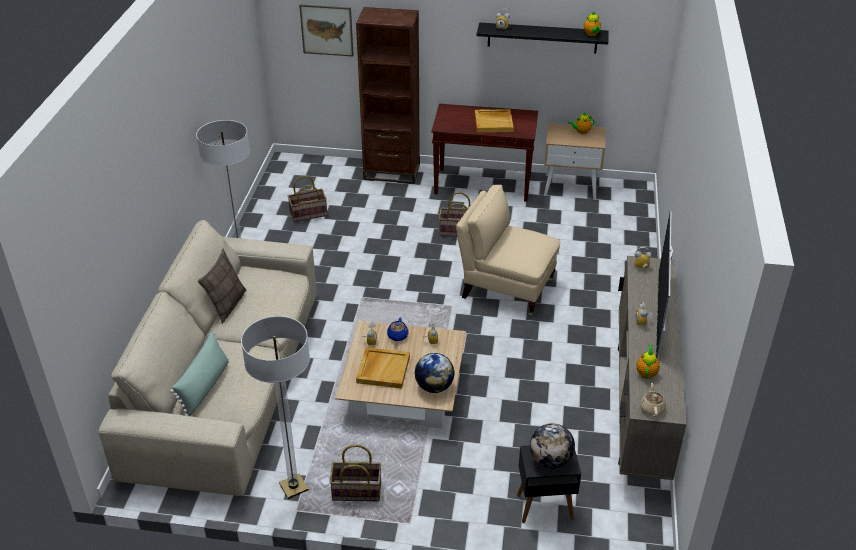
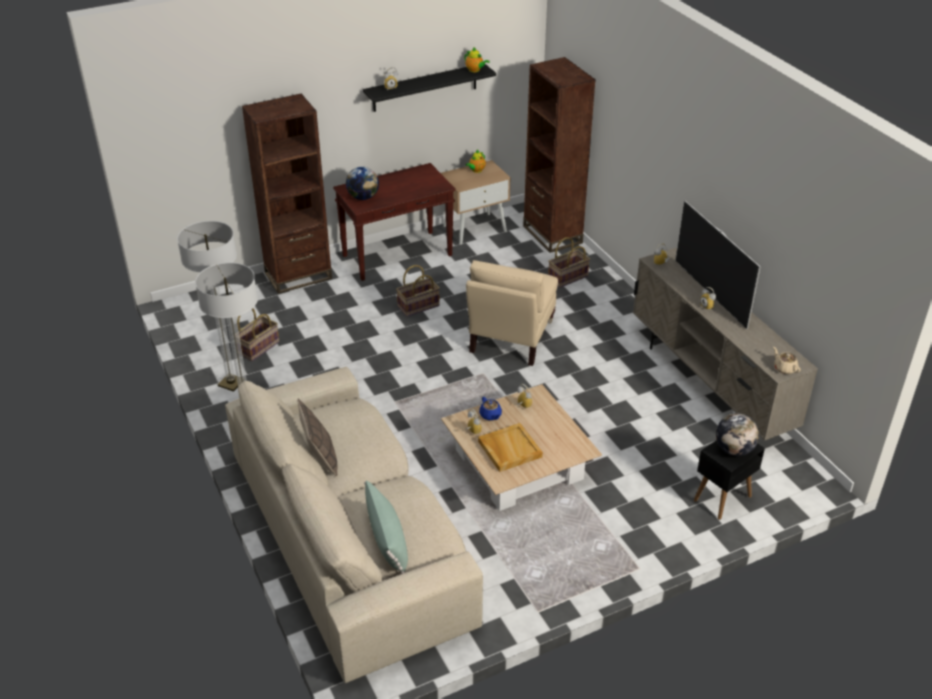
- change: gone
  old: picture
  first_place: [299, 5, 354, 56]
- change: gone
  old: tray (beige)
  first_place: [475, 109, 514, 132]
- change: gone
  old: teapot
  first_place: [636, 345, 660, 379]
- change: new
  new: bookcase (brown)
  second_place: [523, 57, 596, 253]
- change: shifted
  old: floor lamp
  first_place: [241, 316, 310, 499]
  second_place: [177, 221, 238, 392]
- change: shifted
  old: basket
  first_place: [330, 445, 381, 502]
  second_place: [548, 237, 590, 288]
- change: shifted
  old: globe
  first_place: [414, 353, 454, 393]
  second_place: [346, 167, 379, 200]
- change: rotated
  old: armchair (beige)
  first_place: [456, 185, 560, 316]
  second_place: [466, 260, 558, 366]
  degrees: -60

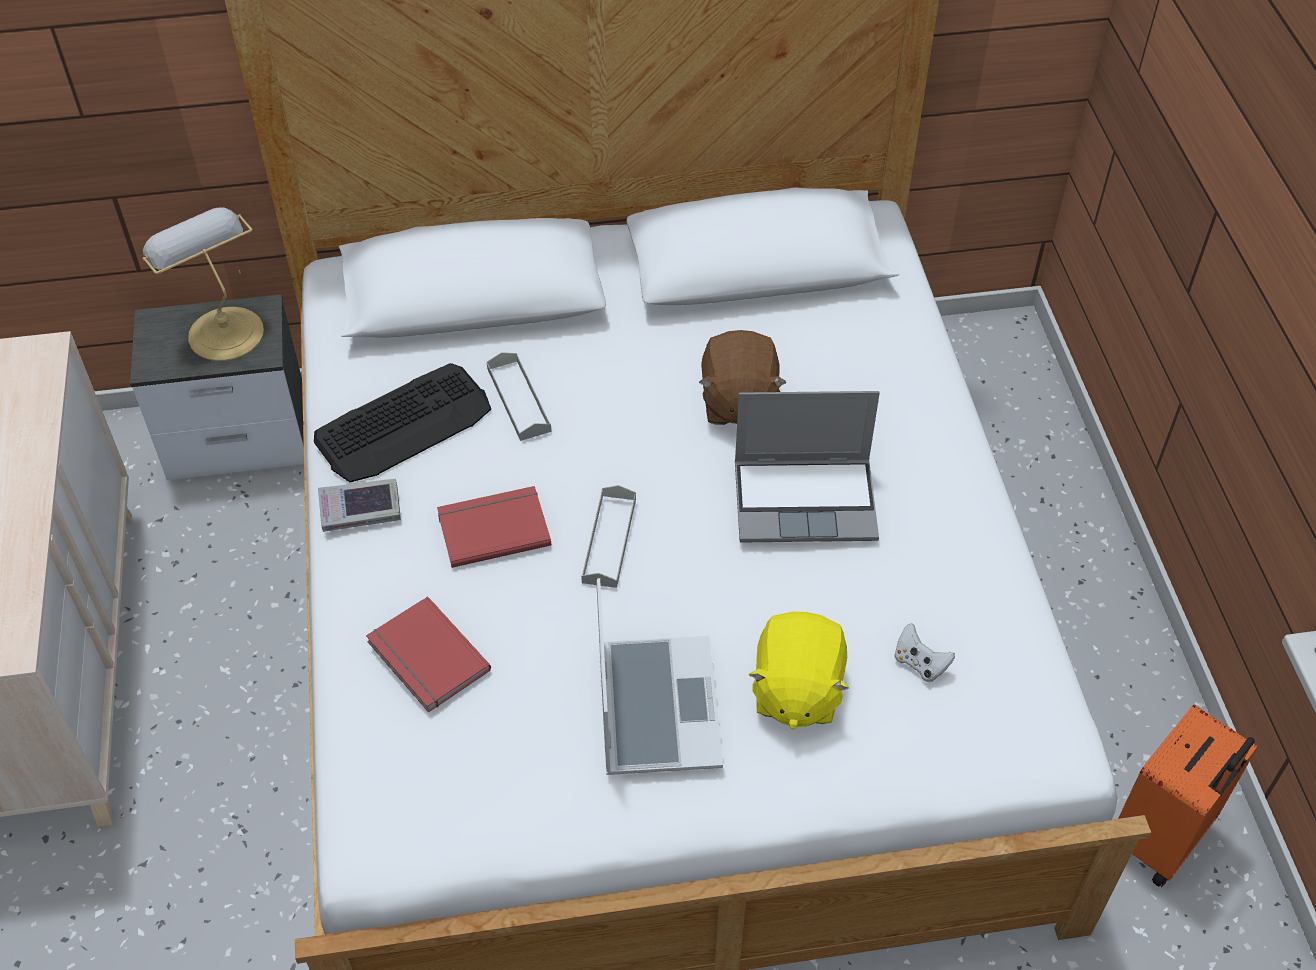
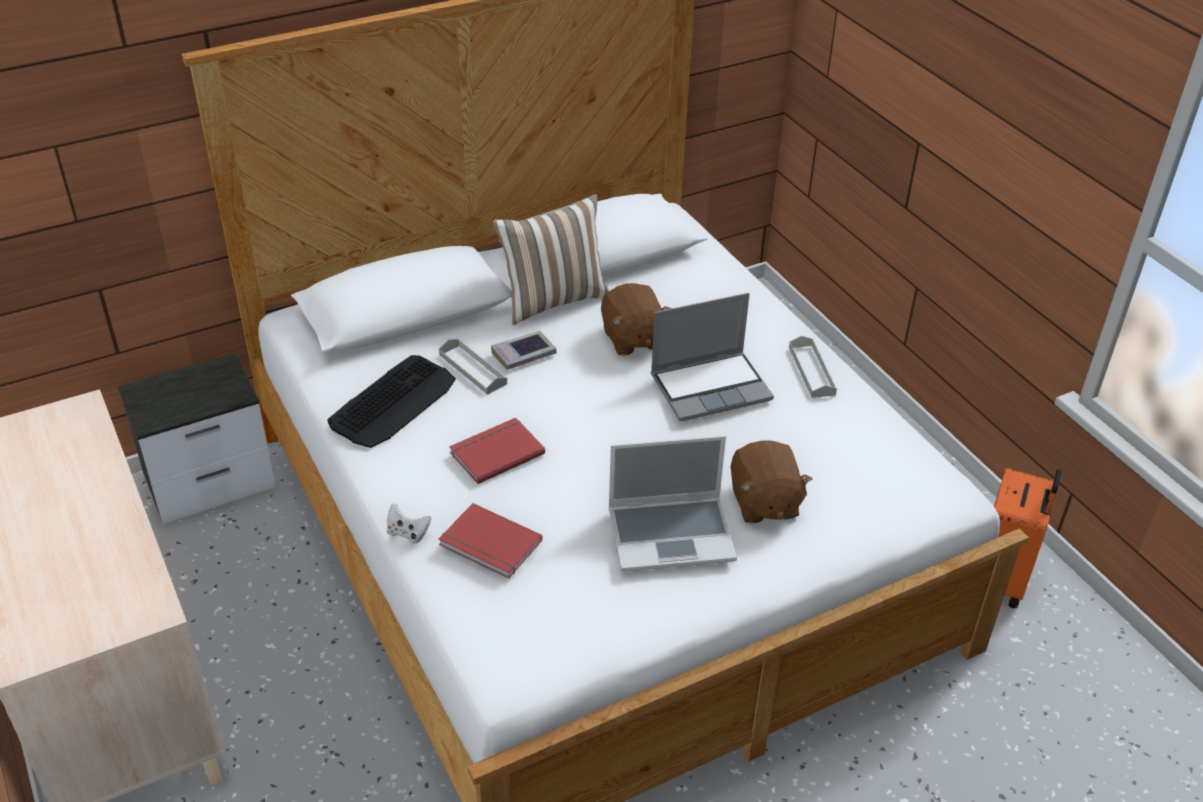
- change: gone
  old: table lamp
  first_place: [143, 208, 264, 361]
- change: new
  new: pillow
  second_place: [493, 194, 609, 325]
- change: shifted
  old: book
  first_place: [318, 479, 401, 532]
  second_place: [491, 331, 557, 370]
- change: shifted
  old: tray (grey)
  first_place: [581, 485, 636, 588]
  second_place: [789, 336, 837, 398]
- change: shifted
  old: game controller (white)
  first_place: [895, 623, 955, 682]
  second_place: [387, 504, 431, 544]
- change: repainted
  old: plush toy (yellow)
  new: plush toy (brown)
  first_place: [748, 611, 849, 729]
  second_place: [731, 440, 812, 524]
- change: rotated
  old: laptop
  first_place: [596, 578, 723, 775]
  second_place: [609, 436, 737, 572]
  degrees: 105

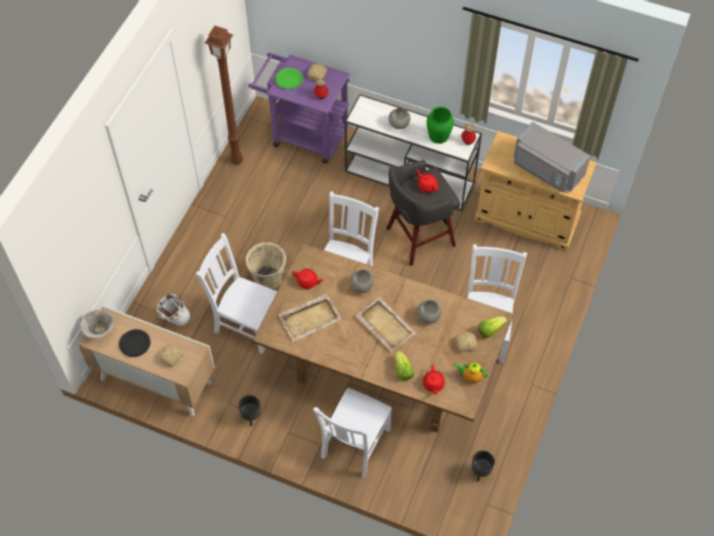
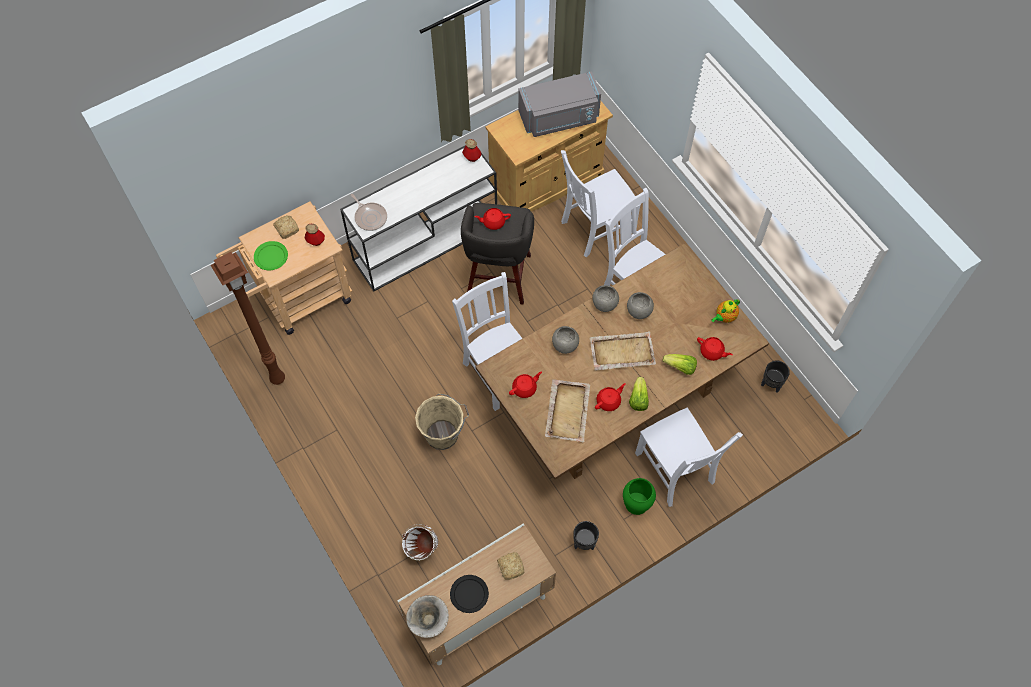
- change: gone
  old: bread
  first_place: [455, 332, 477, 352]
- change: new
  new: frying pan
  second_place: [351, 194, 387, 231]
- change: new
  new: teapot (red)
  second_place: [595, 383, 626, 411]
- change: shifted
  old: chair (white)
  first_place: [196, 233, 277, 354]
  second_place: [561, 150, 641, 257]
- change: shifted
  old: bowl (grey)
  first_place: [389, 108, 410, 129]
  second_place: [592, 285, 619, 312]
- change: shifted
  old: vase (green)
  first_place: [427, 107, 454, 144]
  second_place: [623, 478, 656, 515]
- change: shifted
  old: lettuce
  first_place: [478, 317, 507, 338]
  second_place: [629, 377, 649, 411]
- change: repainted
  old: cart (purple)
  new: cart (beige)
  first_place: [248, 52, 350, 164]
  second_place: [216, 201, 352, 335]

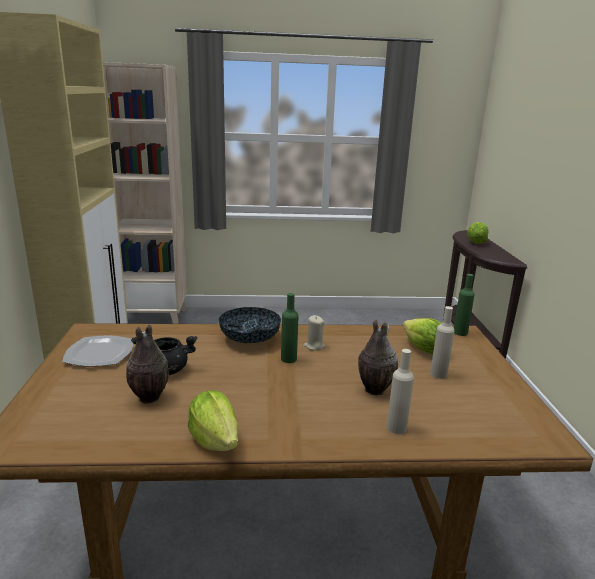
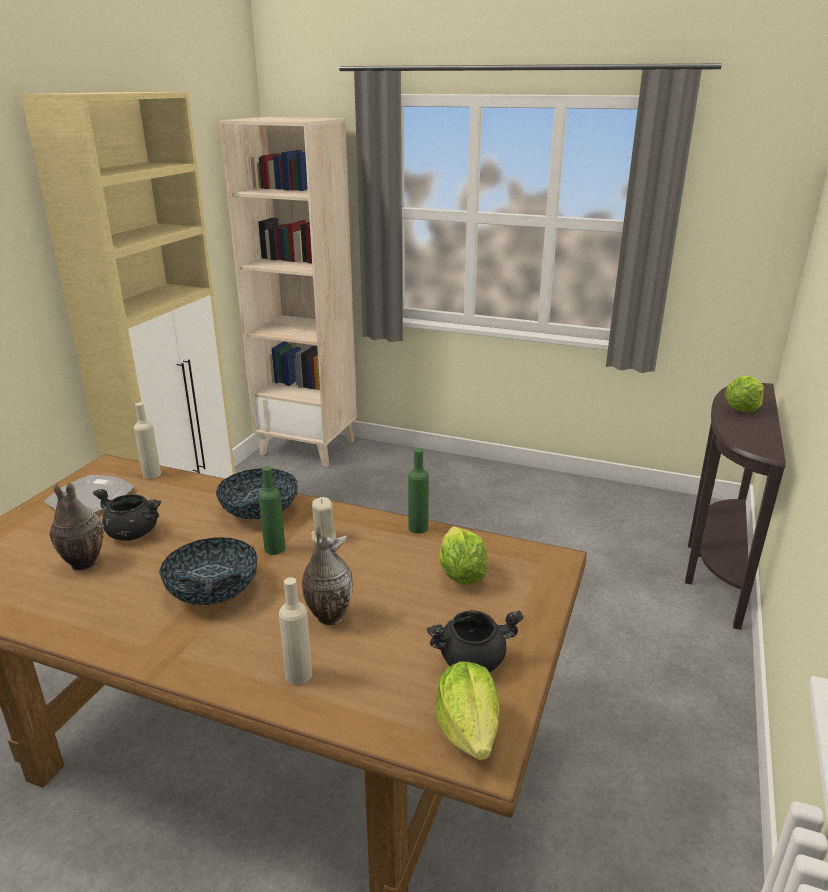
- change: new
  new: bowl
  second_place: [159, 538, 258, 605]
- change: new
  new: cooking pot (black)
  second_place: [427, 610, 524, 672]
- change: shifted
  old: lettuce
  first_place: [188, 390, 238, 451]
  second_place: [435, 661, 500, 760]
- change: shifted
  old: bottle (beige)
  first_place: [430, 306, 455, 379]
  second_place: [134, 402, 161, 479]
- change: shifted
  old: bottle (green)
  first_place: [454, 274, 475, 336]
  second_place: [408, 448, 429, 533]

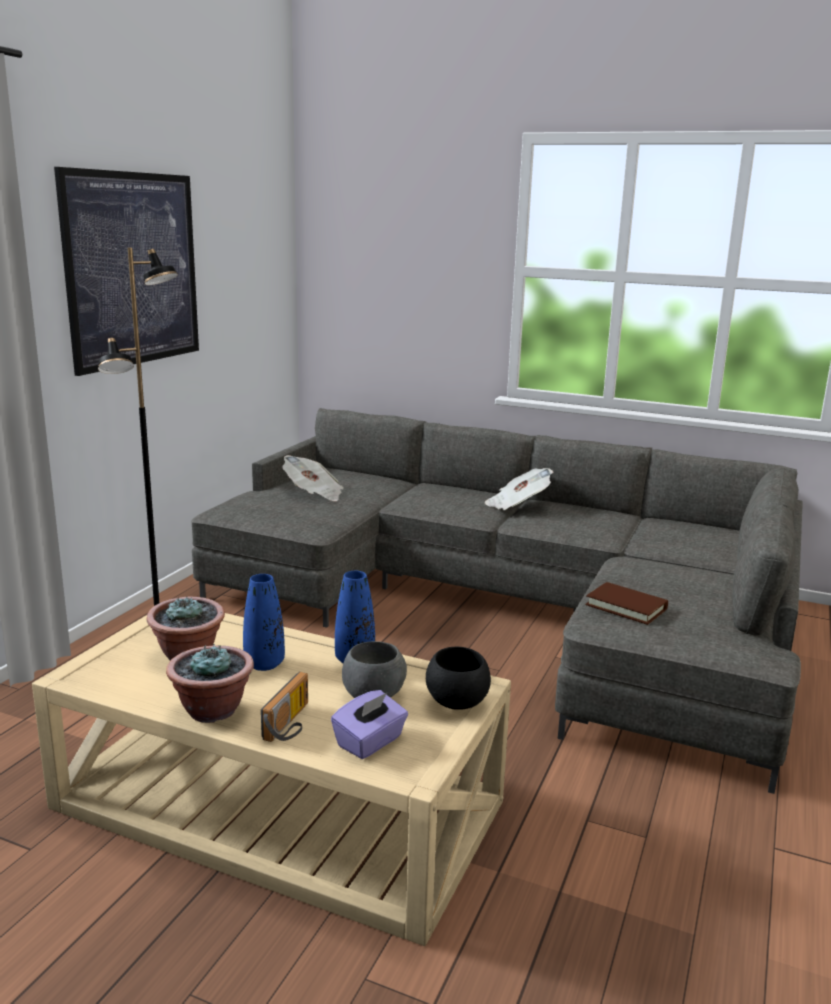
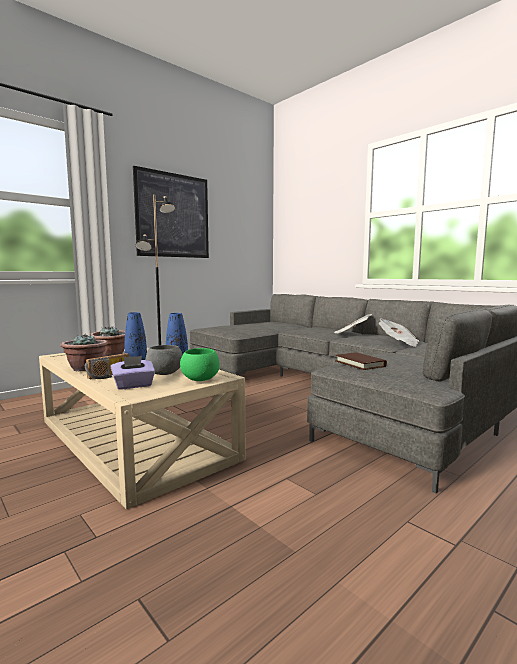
- change: shifted
  old: newspaper
  first_place: [282, 455, 344, 501]
  second_place: [379, 319, 419, 347]
- change: repainted
  old: bowl (black)
  new: bowl (green)
  first_place: [426, 647, 491, 710]
  second_place: [180, 348, 220, 381]

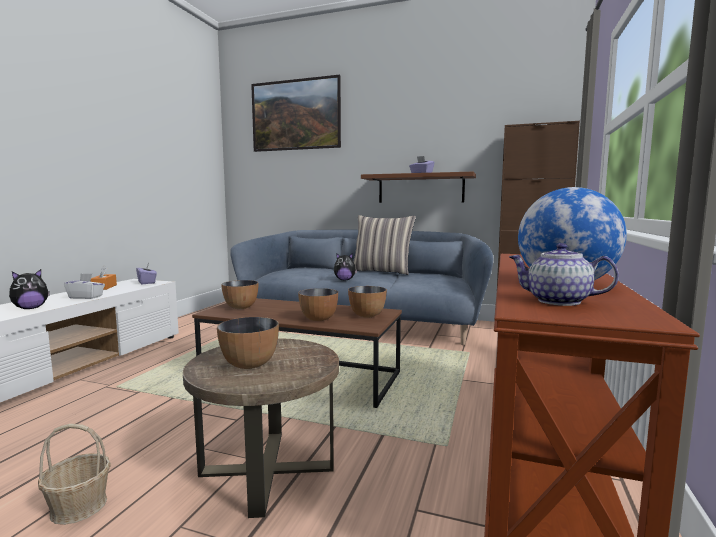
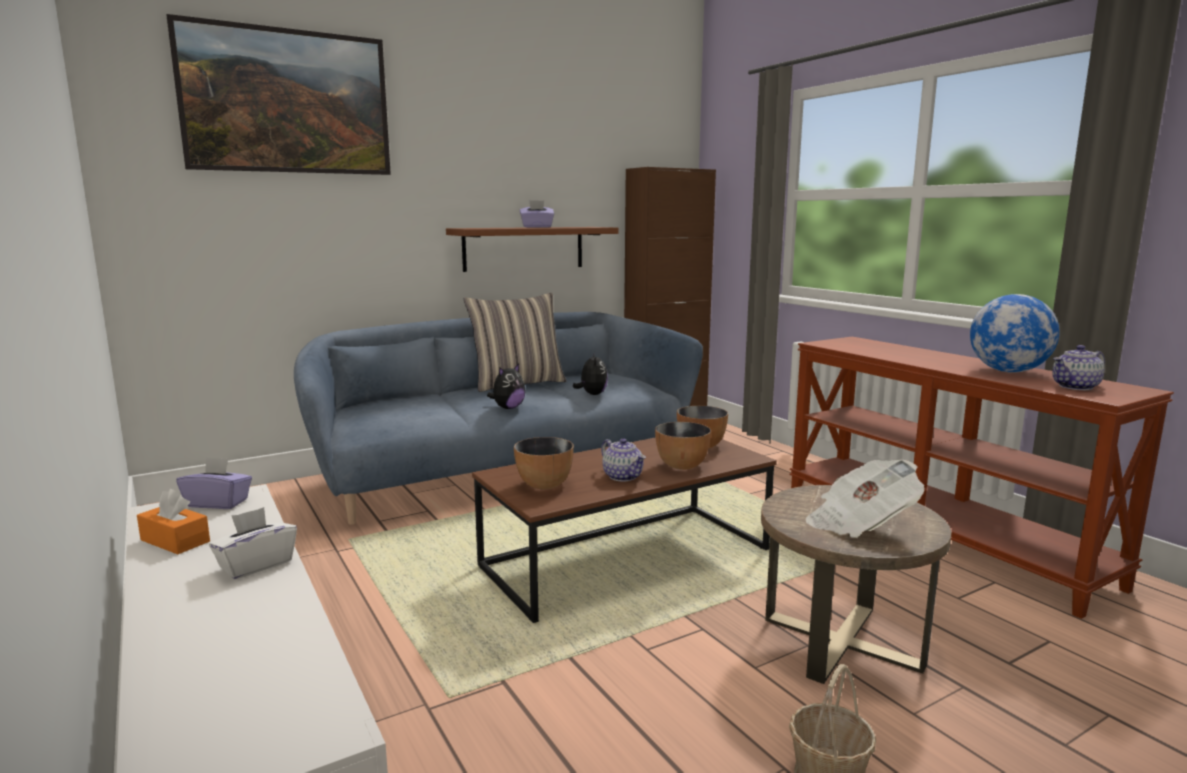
- change: new
  new: teapot
  second_place: [601, 438, 646, 482]
- change: shifted
  old: plush toy
  first_place: [9, 269, 50, 309]
  second_place: [573, 352, 608, 395]
- change: swapped
  old: bowl
  new: newspaper
  first_place: [217, 317, 279, 369]
  second_place: [805, 459, 924, 538]

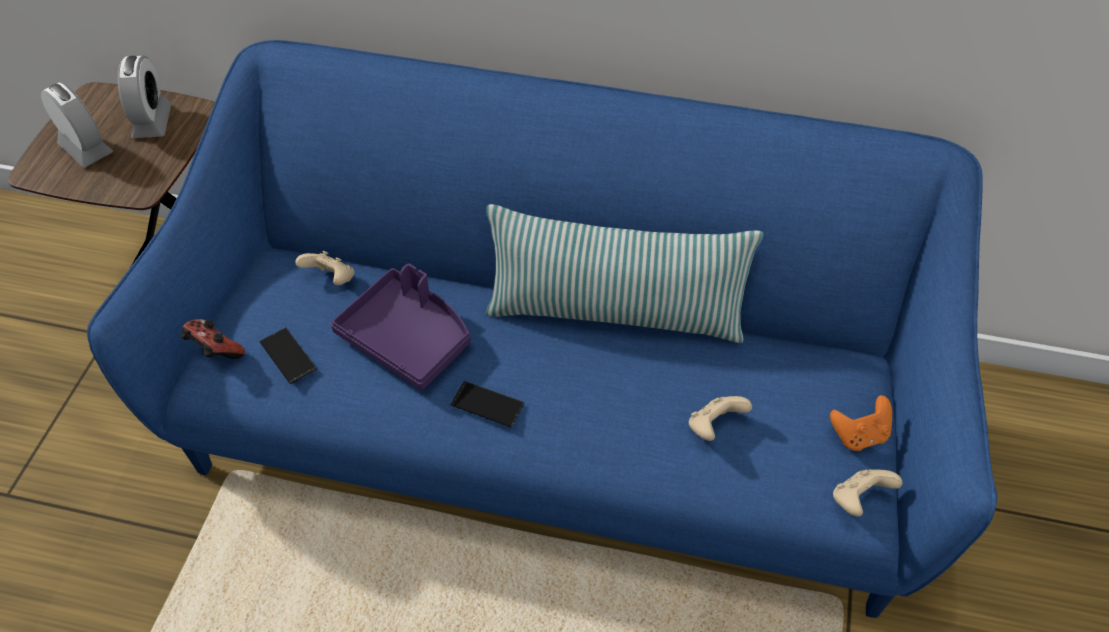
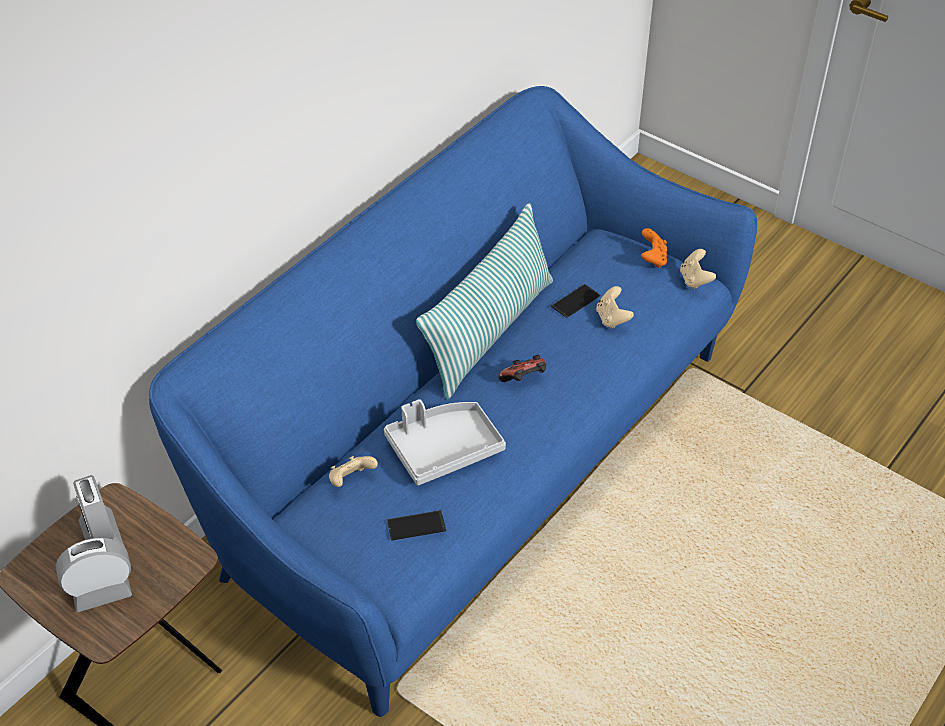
- change: shifted
  old: game controller
  first_place: [181, 319, 245, 359]
  second_place: [498, 355, 546, 382]
- change: shifted
  old: phone
  first_place: [450, 381, 525, 428]
  second_place: [551, 284, 601, 318]
- change: repainted
  old: tray (purple)
  new: tray (grey)
  first_place: [331, 264, 471, 390]
  second_place: [384, 399, 506, 485]
- change: rotated
  old: alarm clock
  first_place: [118, 56, 172, 138]
  second_place: [73, 475, 124, 545]
  degrees: -135

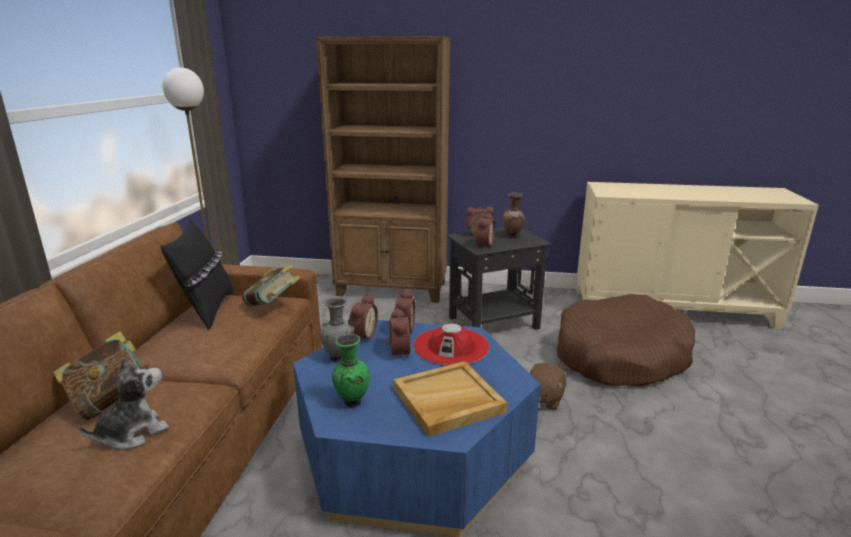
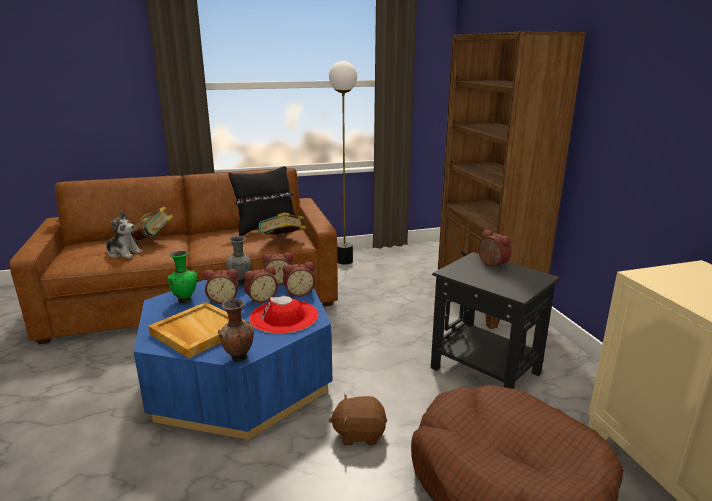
- change: shifted
  old: alarm clock
  first_place: [474, 213, 495, 249]
  second_place: [204, 269, 238, 304]
- change: shifted
  old: vase (brown)
  first_place: [502, 193, 525, 237]
  second_place: [218, 299, 254, 362]

